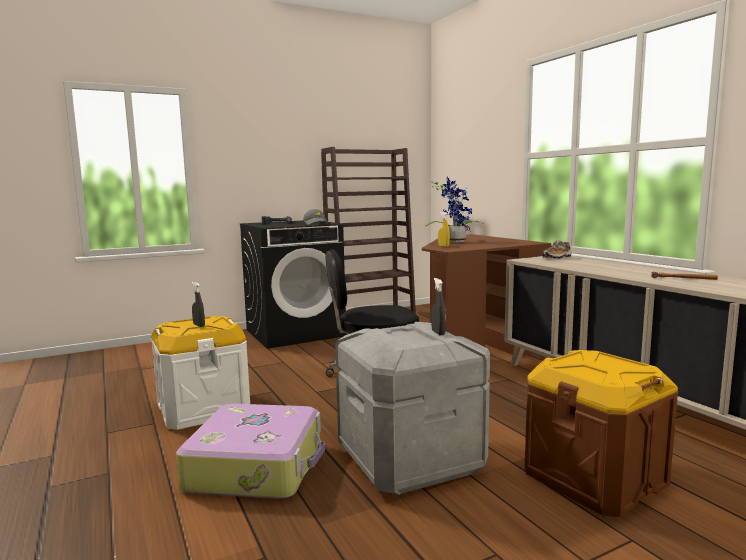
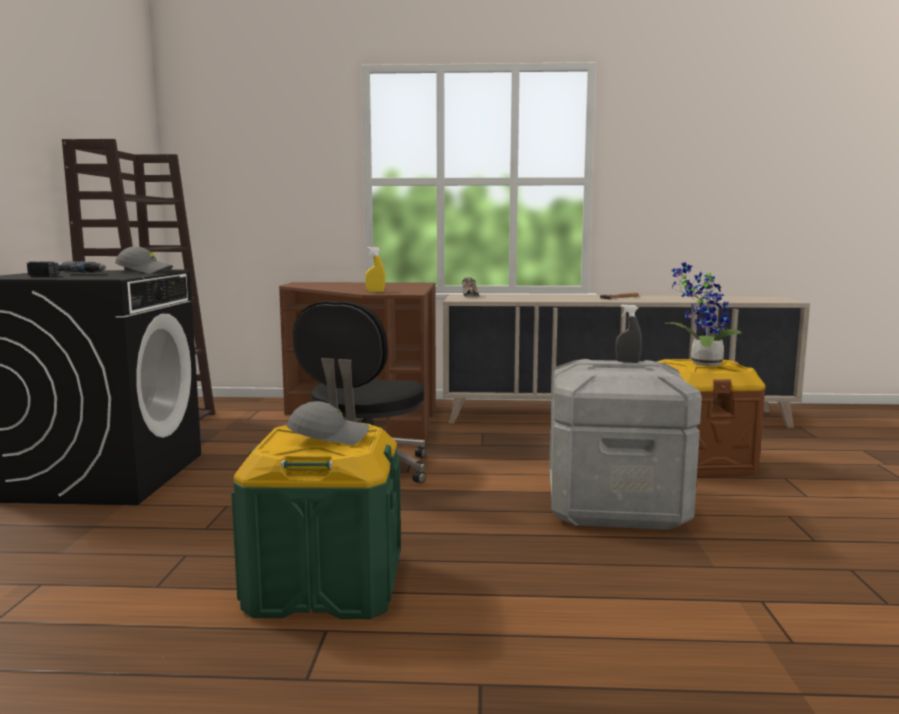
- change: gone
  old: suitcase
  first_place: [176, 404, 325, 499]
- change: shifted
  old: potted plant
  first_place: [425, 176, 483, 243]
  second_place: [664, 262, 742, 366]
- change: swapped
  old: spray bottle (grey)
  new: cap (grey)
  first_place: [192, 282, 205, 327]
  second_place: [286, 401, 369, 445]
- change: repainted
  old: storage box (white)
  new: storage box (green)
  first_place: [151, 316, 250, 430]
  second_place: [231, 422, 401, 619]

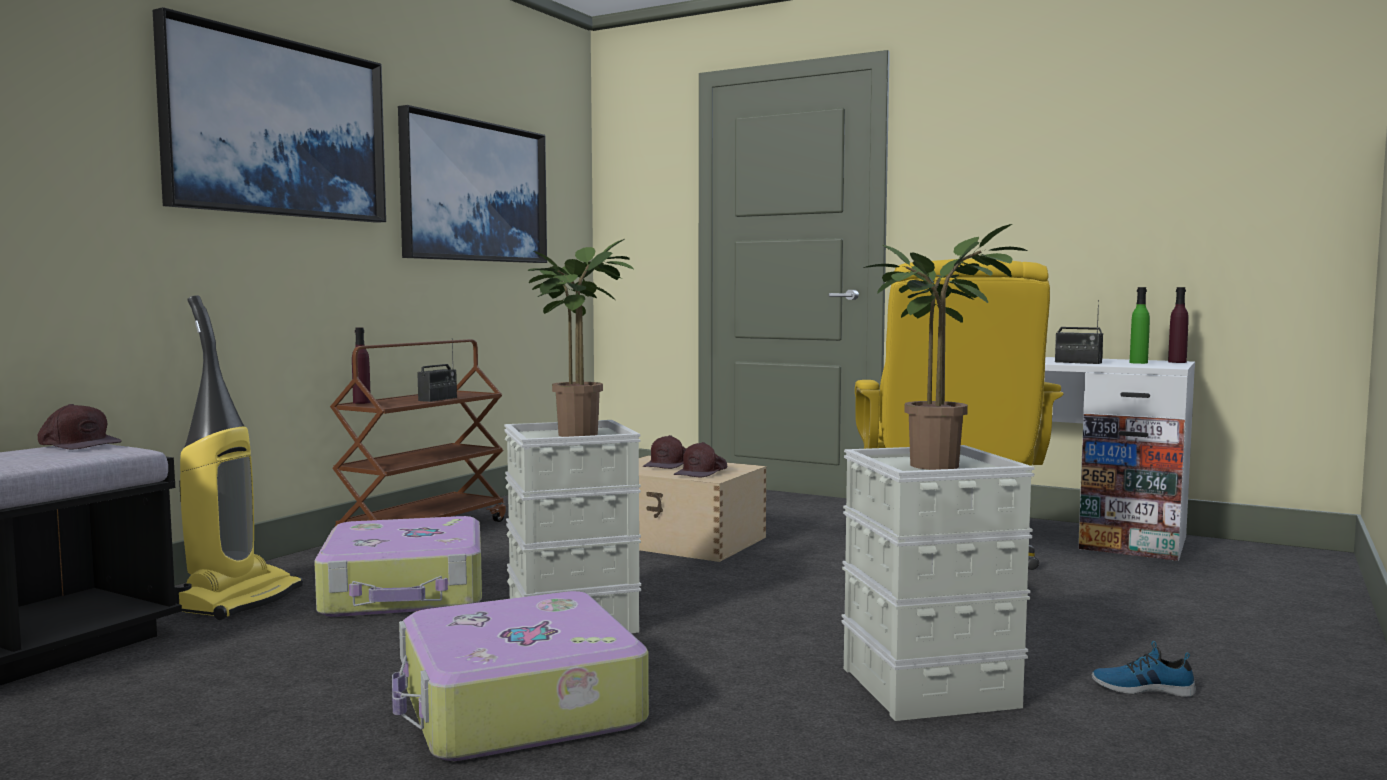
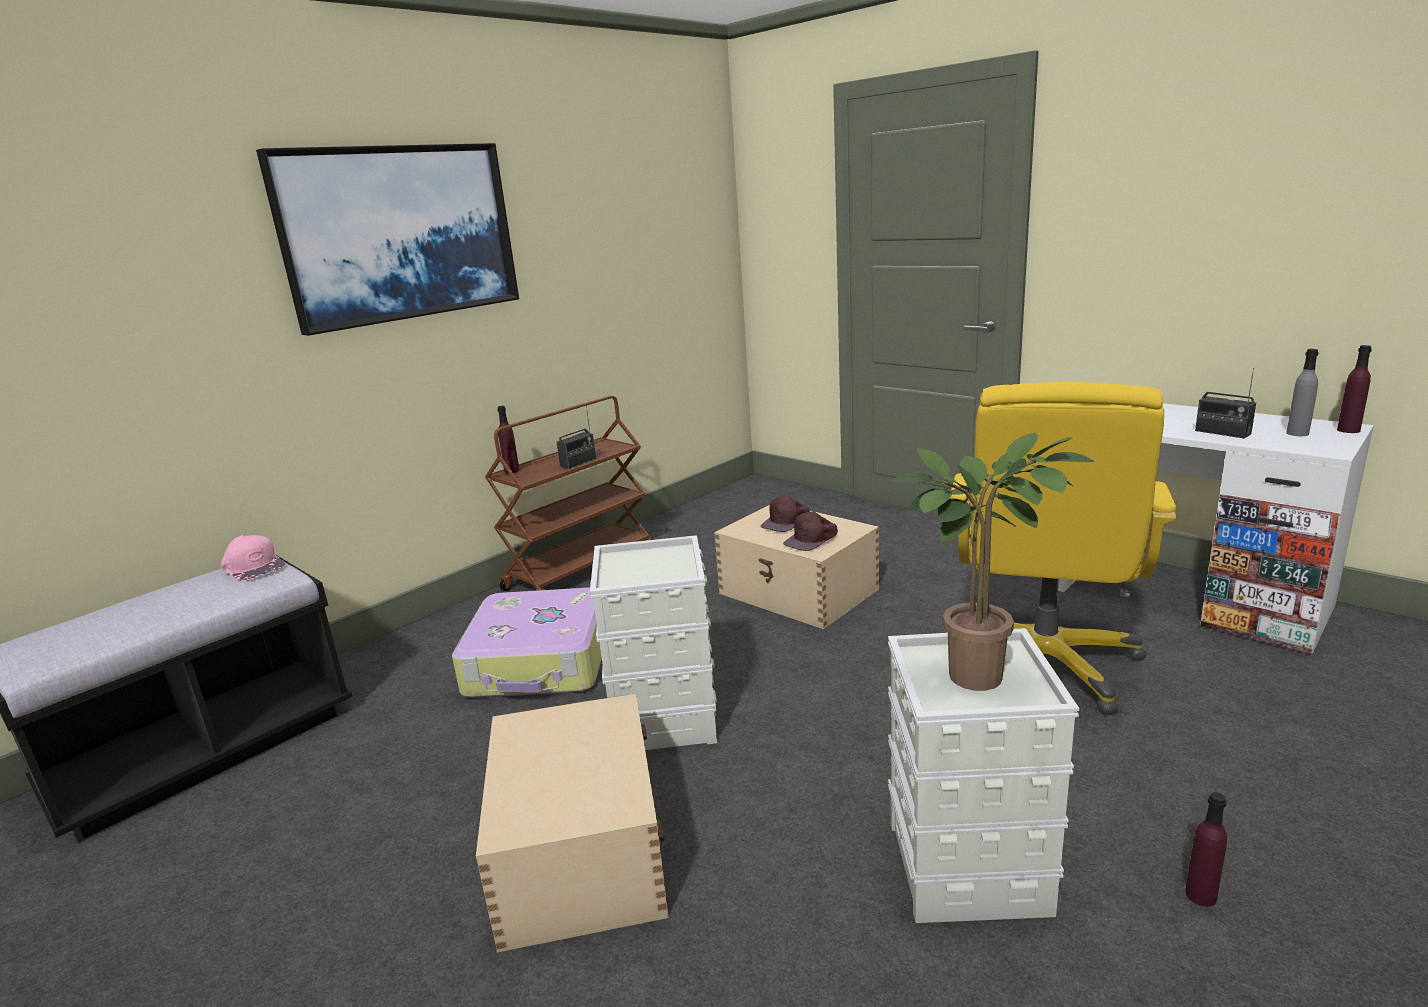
- change: gone
  old: vacuum cleaner
  first_place: [175, 295, 303, 620]
- change: gone
  old: picture
  first_place: [398, 105, 547, 263]
- change: gone
  old: potted plant
  first_place: [528, 239, 634, 437]
- change: swapped
  old: suitcase
  new: storage box (beige)
  first_place: [392, 591, 649, 761]
  second_place: [476, 693, 669, 952]
- change: swapped
  old: shoe
  new: bottle (purple)
  first_place: [1092, 641, 1196, 697]
  second_place: [1185, 792, 1227, 907]
- change: repainted
  old: cap (brown)
  new: cap (pink)
  first_place: [37, 404, 122, 449]
  second_place: [221, 535, 285, 581]
- change: repainted
  old: bottle (green)
  new: bottle (grey)
  first_place: [1129, 287, 1150, 364]
  second_place: [1286, 349, 1319, 436]

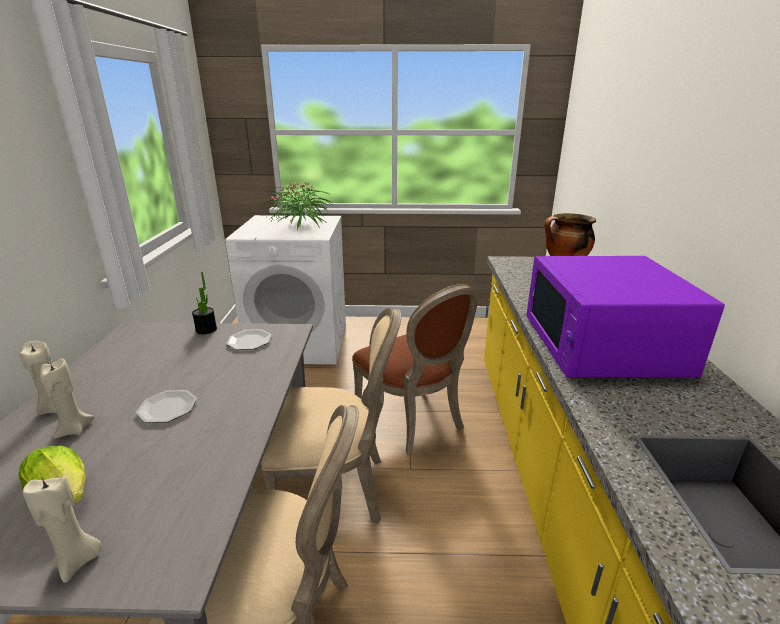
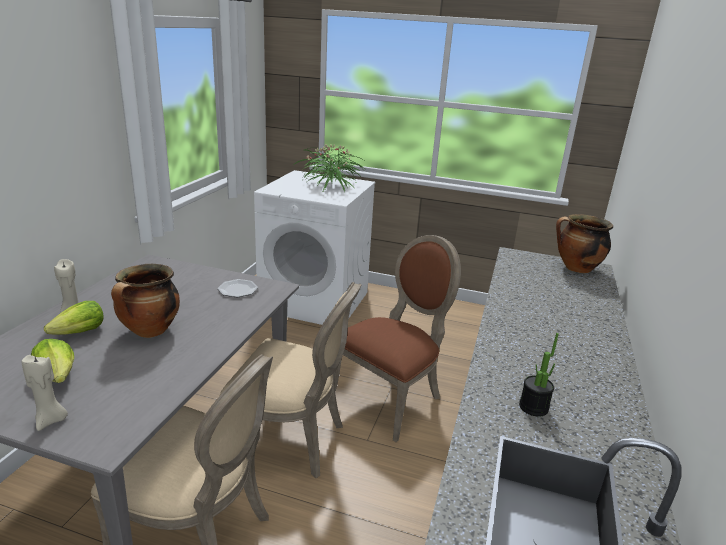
- change: gone
  old: microwave (purple)
  first_place: [527, 256, 725, 378]
- change: shifted
  old: potted plant
  first_place: [192, 272, 217, 334]
  second_place: [519, 333, 559, 417]
- change: swapped
  old: candle (beige)
  new: lettuce
  first_place: [40, 358, 94, 439]
  second_place: [44, 301, 104, 335]
- change: swapped
  old: plate
  new: cooking pot
  first_place: [136, 390, 197, 423]
  second_place: [111, 264, 180, 338]
- change: rotated
  old: chair (brown)
  first_place: [352, 284, 479, 455]
  second_place: [335, 235, 461, 442]
  degrees: -120

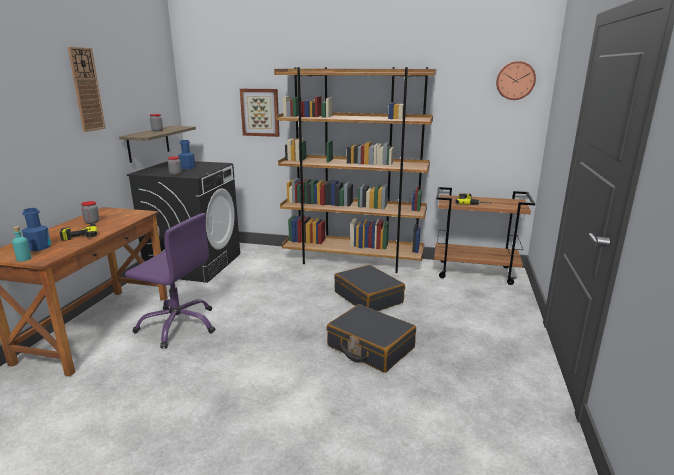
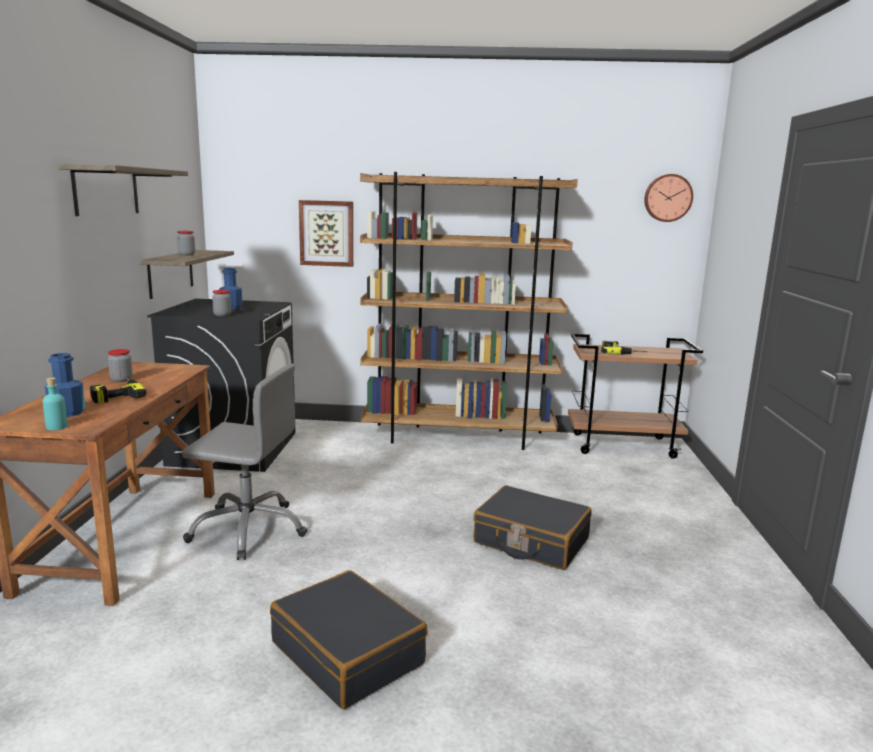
- change: shifted
  old: suitcase (black)
  first_place: [334, 265, 405, 311]
  second_place: [270, 570, 428, 709]
- change: swapped
  old: wall clock
  new: shelf
  first_place: [68, 47, 106, 132]
  second_place: [58, 164, 188, 216]
- change: repainted
  old: office chair (purple)
  new: office chair (grey)
  first_place: [125, 213, 215, 348]
  second_place: [182, 364, 307, 560]

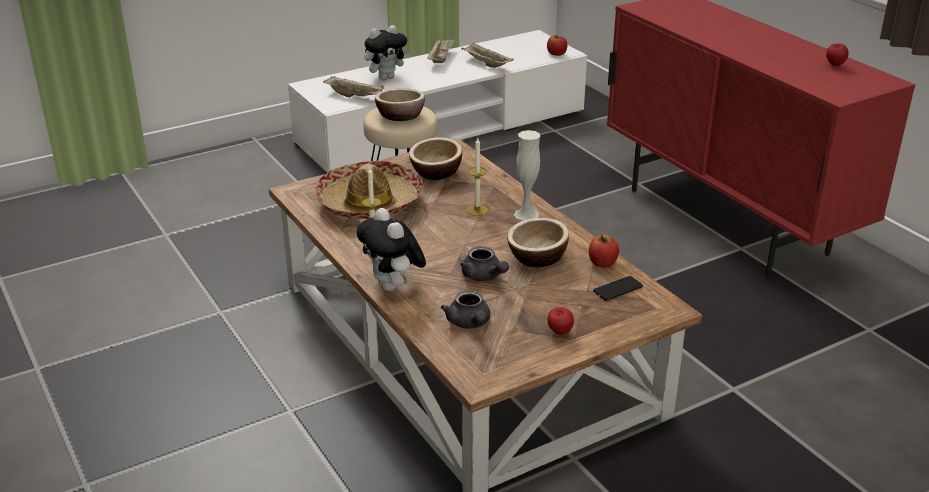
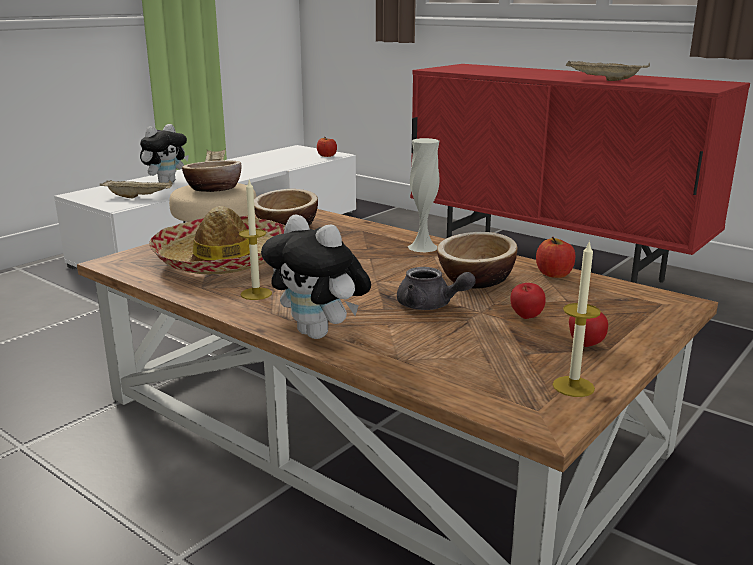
- change: gone
  old: teapot (grey)
  first_place: [441, 290, 490, 328]
- change: gone
  old: phone
  first_place: [593, 276, 643, 301]
- change: shifted
  old: tray (beige)
  first_place: [462, 43, 514, 68]
  second_place: [566, 60, 650, 81]
- change: shifted
  old: candle
  first_place: [467, 138, 488, 216]
  second_place: [553, 240, 601, 397]
- change: shifted
  old: apple
  first_place: [826, 43, 849, 66]
  second_place: [511, 283, 546, 319]

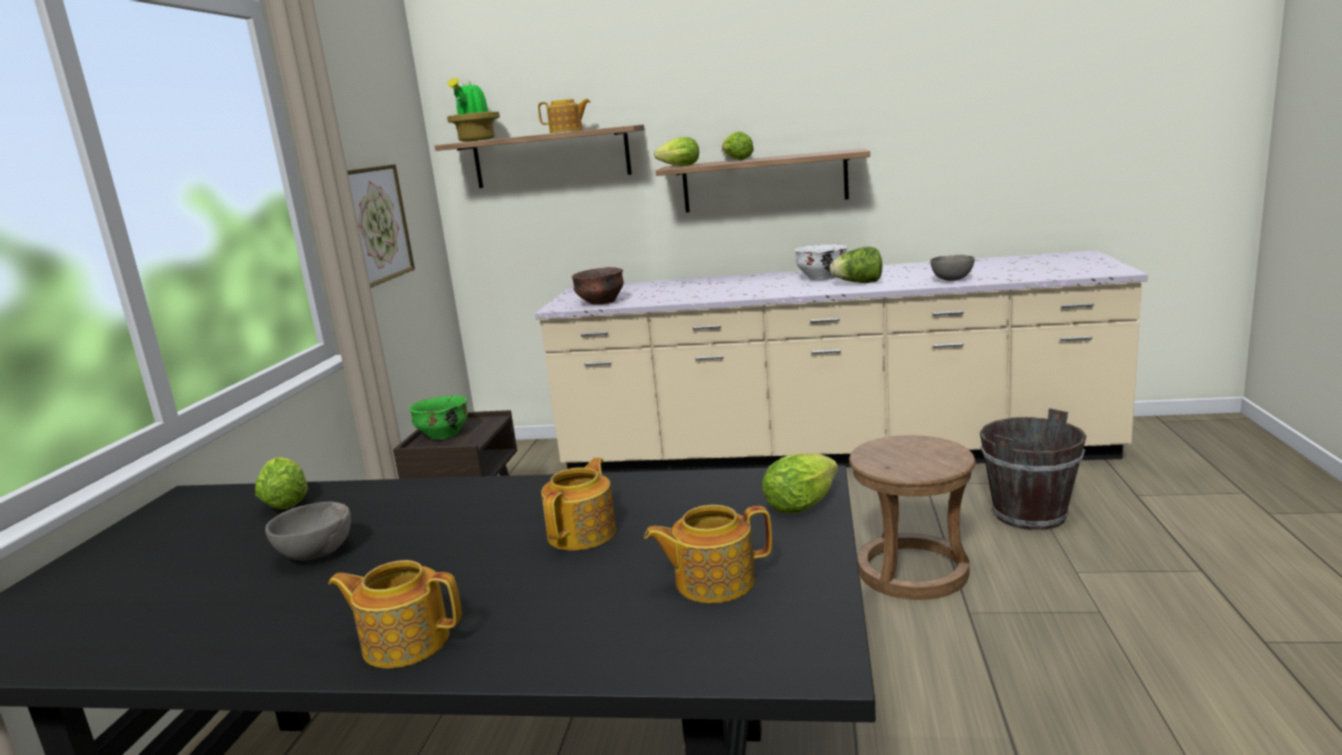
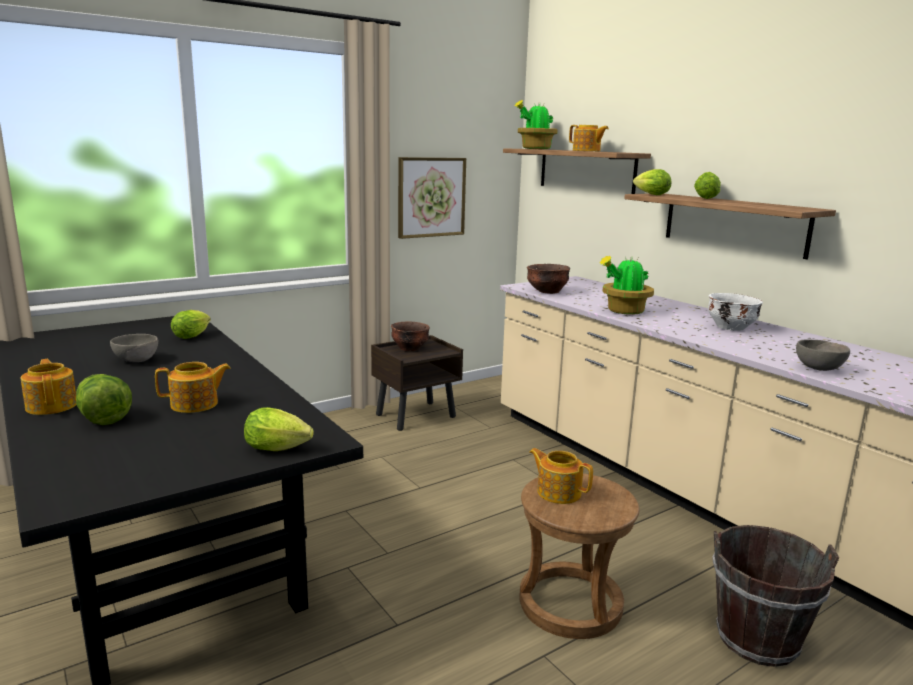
- change: new
  new: potted plant
  second_place: [600, 255, 654, 315]
- change: shifted
  old: teapot
  first_place: [644, 505, 772, 603]
  second_place: [529, 448, 593, 504]
- change: shifted
  old: lettuce
  first_place: [830, 247, 882, 283]
  second_place: [76, 374, 132, 425]
- change: repainted
  old: bowl (green)
  new: bowl (brown)
  first_place: [409, 395, 468, 440]
  second_place: [391, 321, 430, 351]

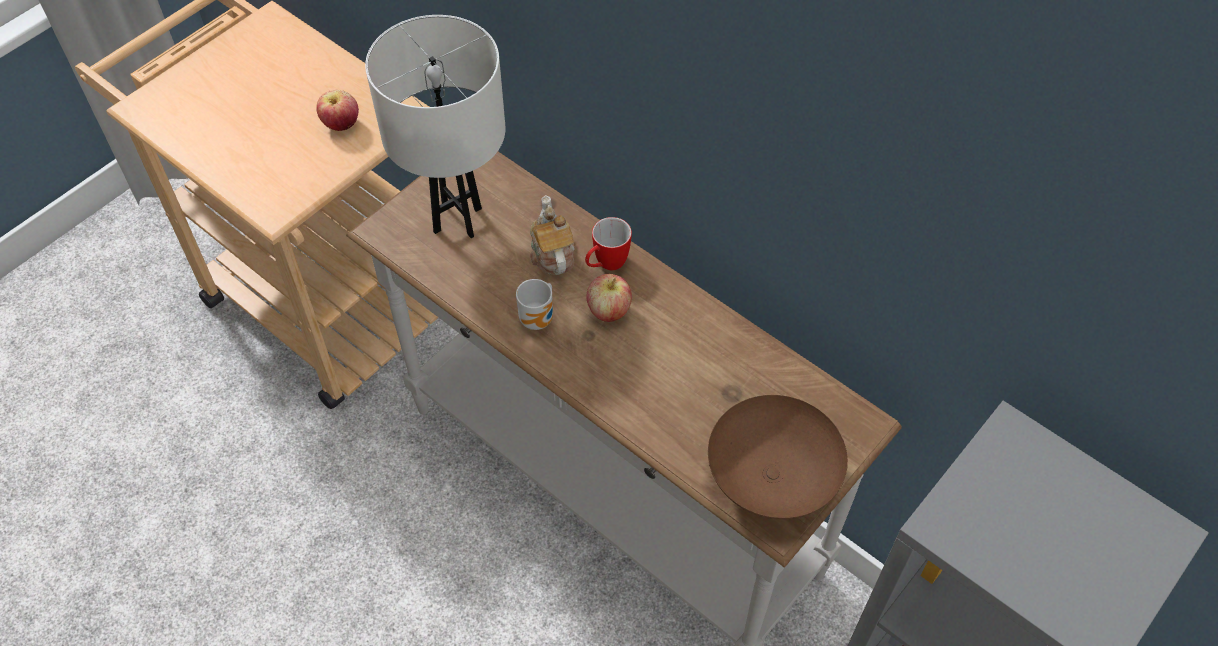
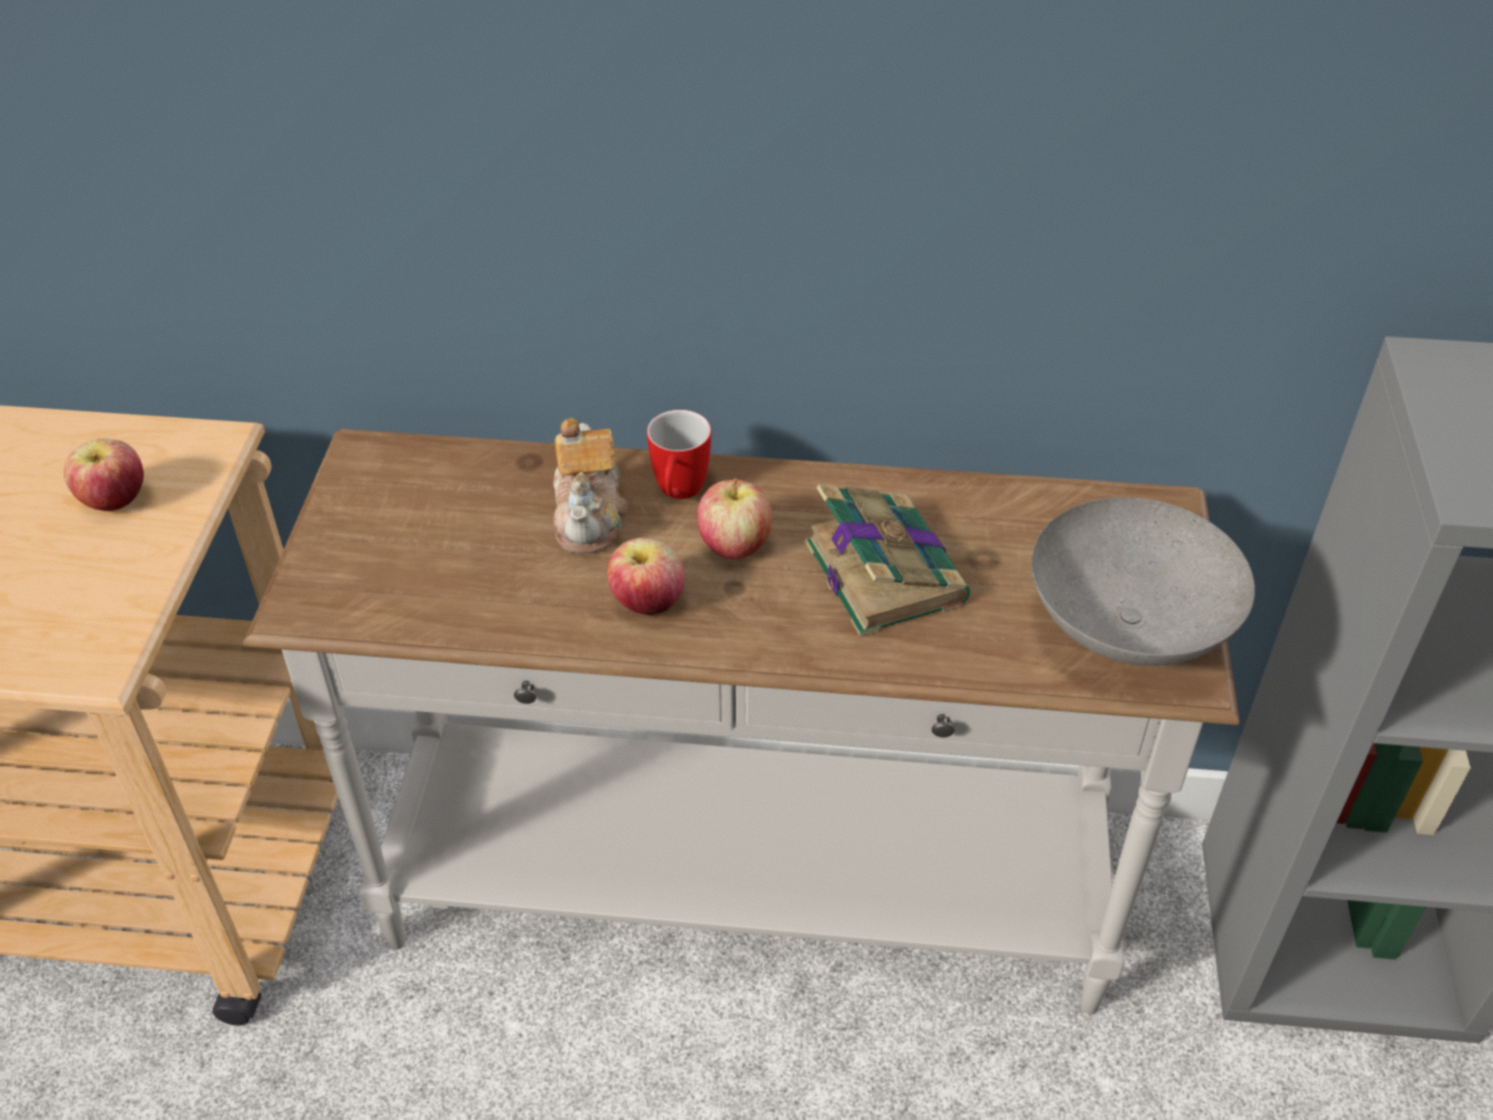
- change: gone
  old: table lamp (white)
  first_place: [365, 15, 506, 238]
- change: new
  new: book
  second_place: [805, 484, 970, 636]
- change: swapped
  old: mug
  new: apple
  first_place: [516, 279, 553, 330]
  second_place: [607, 537, 684, 615]
- change: repainted
  old: bowl (brown)
  new: bowl (grey)
  first_place: [708, 395, 848, 519]
  second_place: [1032, 497, 1255, 666]
- change: rotated
  old: teapot
  first_place: [530, 195, 575, 275]
  second_place: [553, 418, 627, 554]
  degrees: -135

